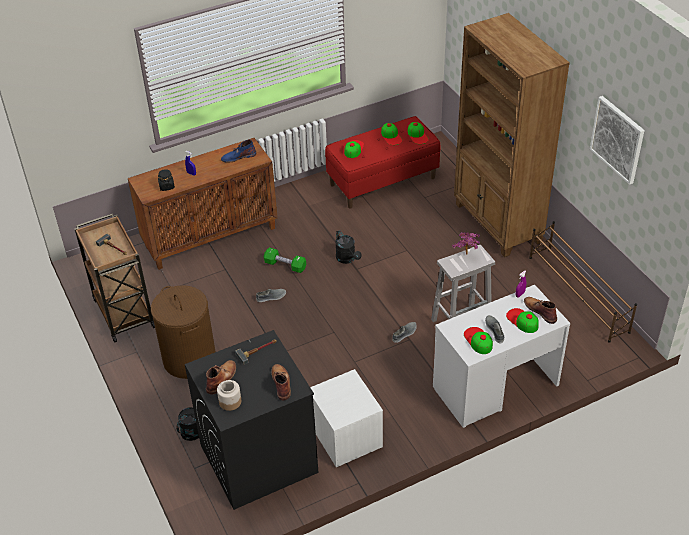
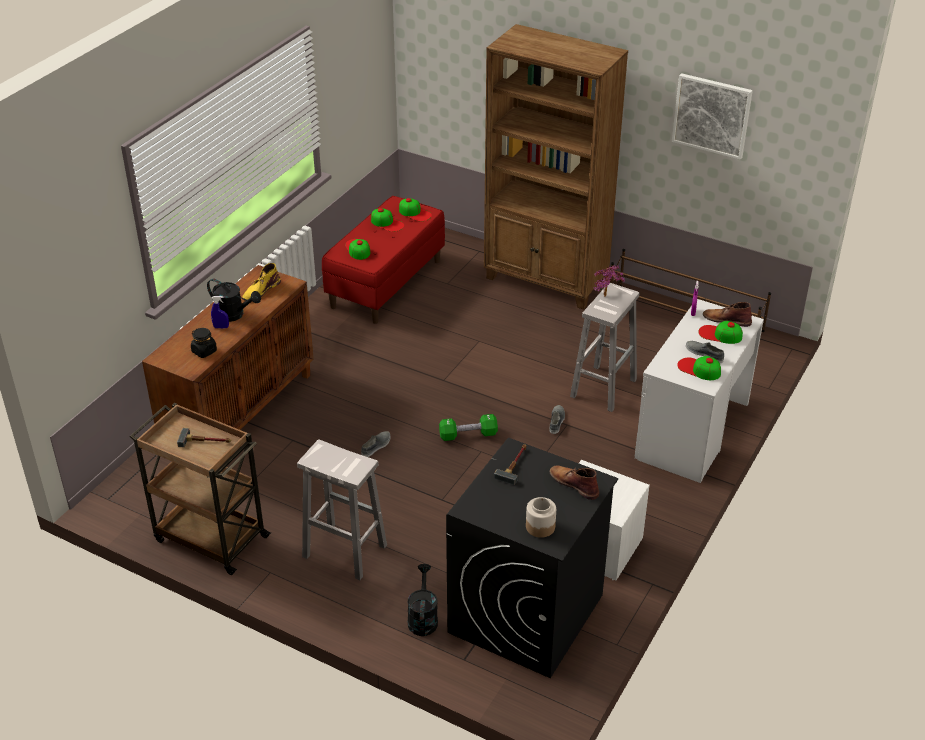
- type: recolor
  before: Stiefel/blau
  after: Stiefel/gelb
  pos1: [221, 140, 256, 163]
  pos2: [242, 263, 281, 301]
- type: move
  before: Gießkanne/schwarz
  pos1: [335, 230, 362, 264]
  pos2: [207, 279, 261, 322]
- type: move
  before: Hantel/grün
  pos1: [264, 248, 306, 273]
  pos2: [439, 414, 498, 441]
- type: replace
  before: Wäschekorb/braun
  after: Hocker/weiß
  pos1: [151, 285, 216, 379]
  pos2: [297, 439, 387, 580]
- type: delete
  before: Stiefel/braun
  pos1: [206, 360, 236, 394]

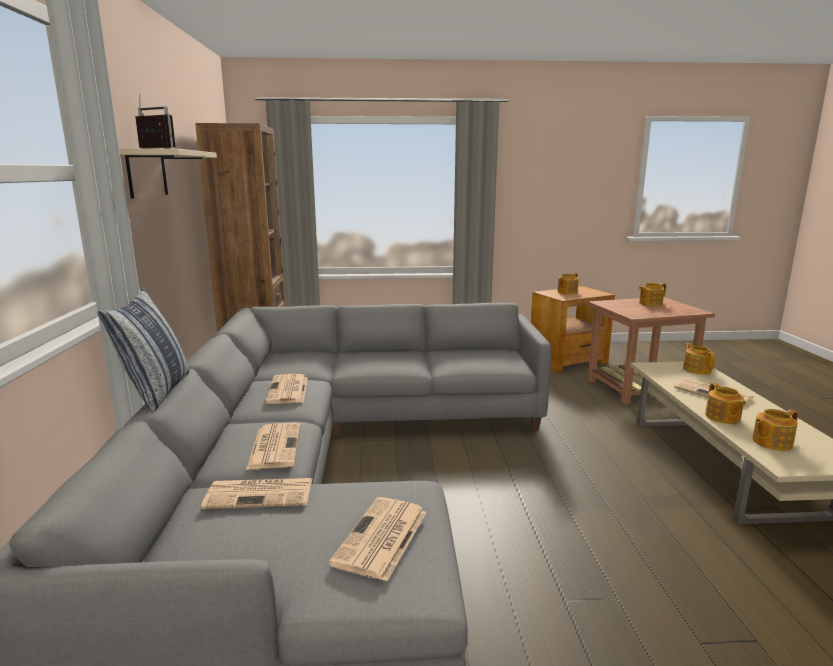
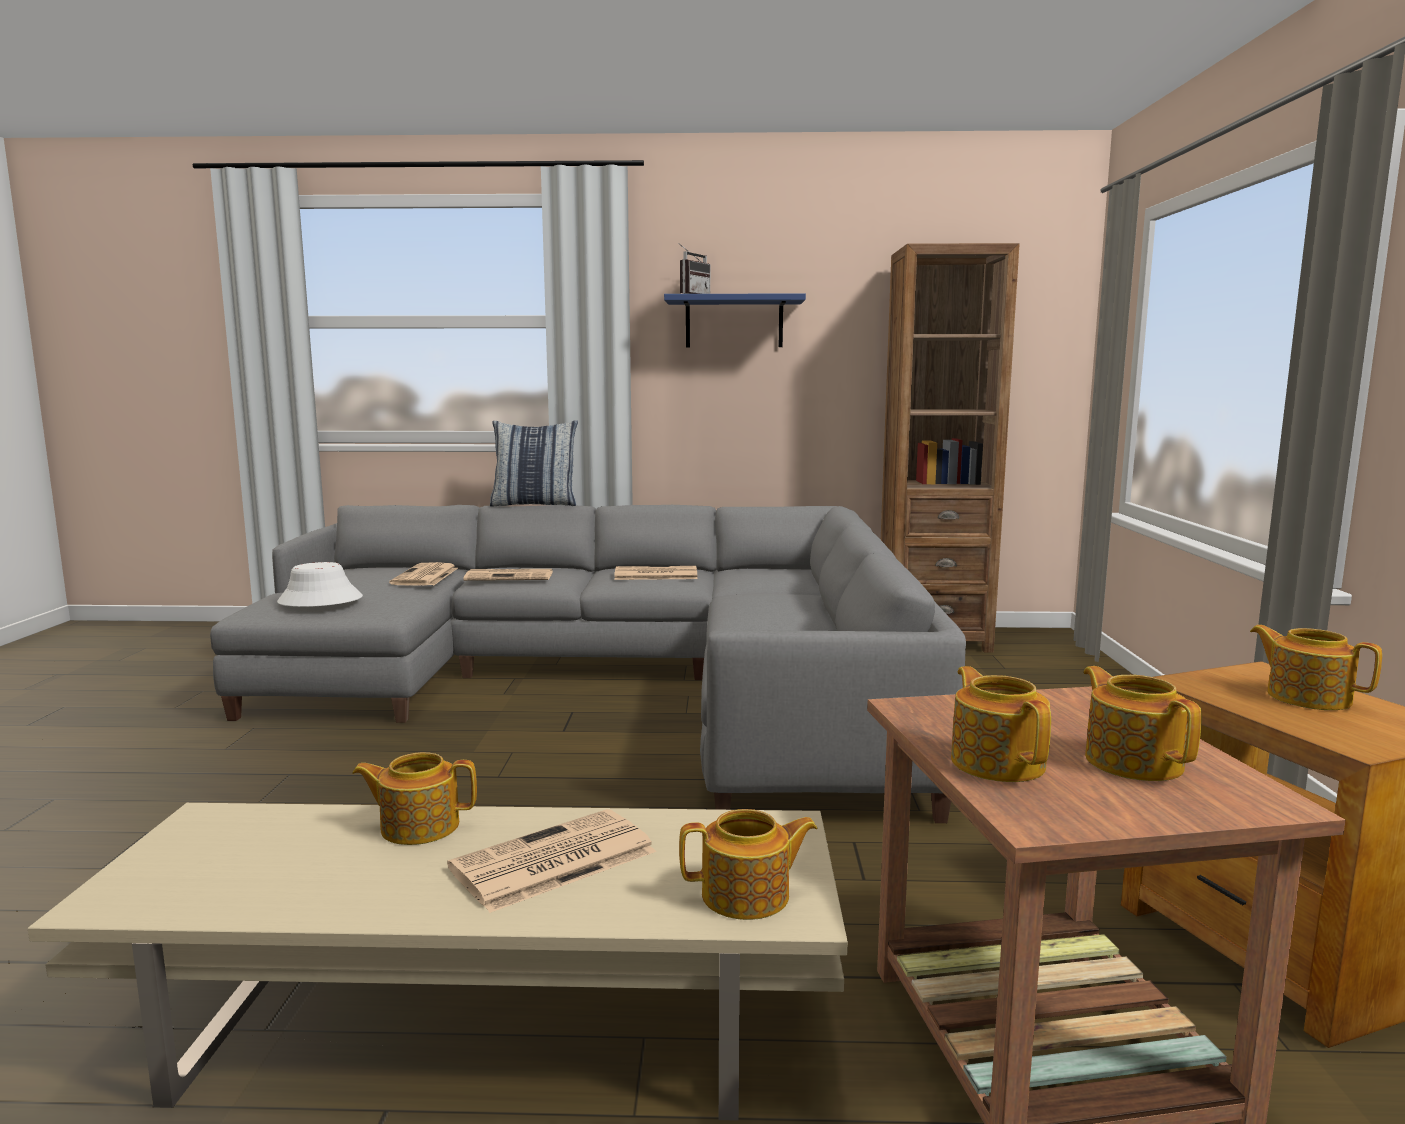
- type: recolor
  before: Wandregal/beige
  after: Wandregal/blau
  pos1: [119, 148, 217, 199]
  pos2: [664, 293, 806, 347]
- type: move
  before: Teekanne
  pos1: [752, 409, 798, 451]
  pos2: [951, 666, 1051, 782]
- type: replace
  before: Zeitung
  after: Hut/weiß
  pos1: [329, 497, 427, 581]
  pos2: [277, 562, 363, 607]

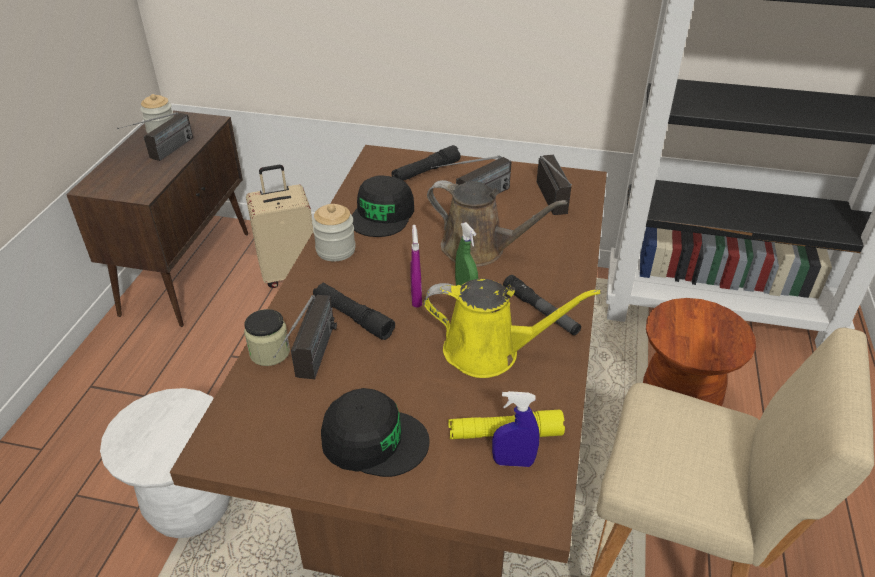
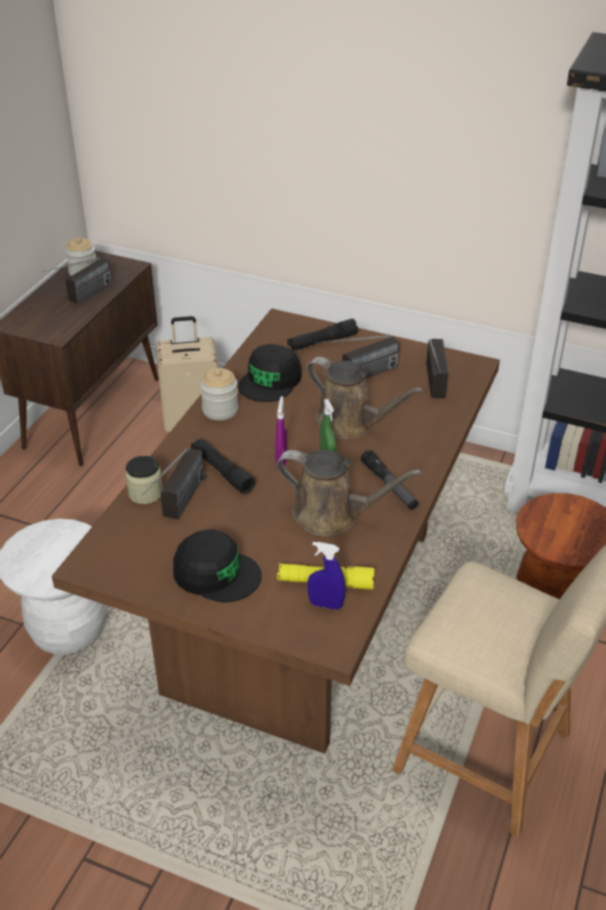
- type: recolor
  before: Gießkanne/gelb
  after: Gießkanne/braun
  pos1: [424, 279, 600, 378]
  pos2: [276, 450, 422, 536]

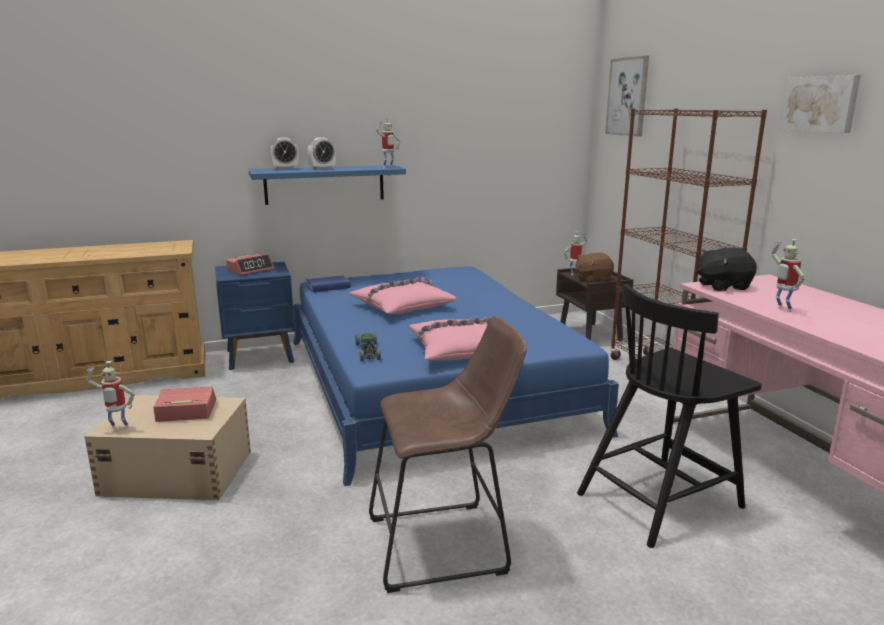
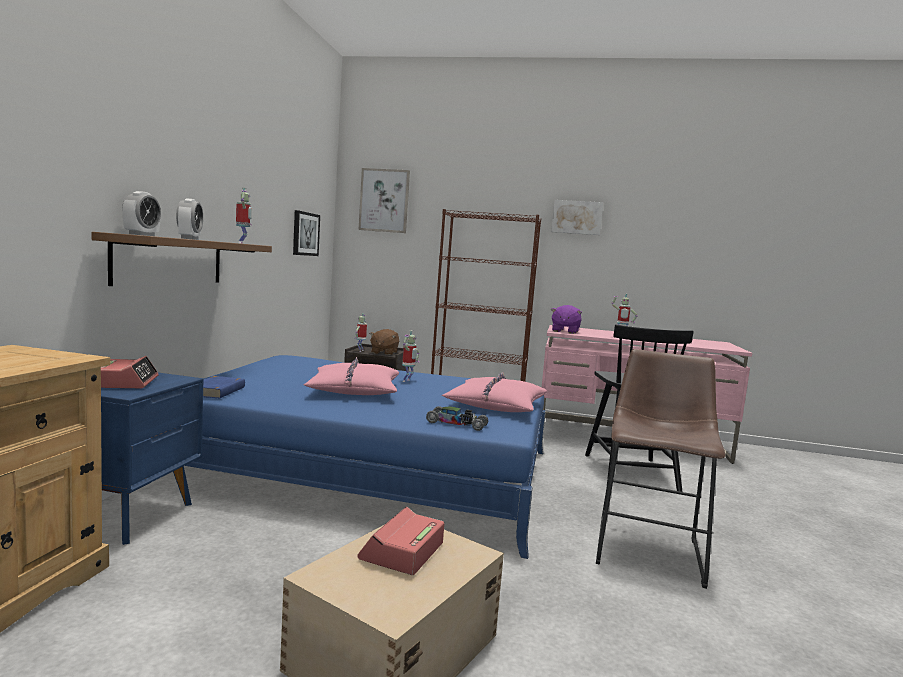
- type: recolor
  before: Wandregal/blau
  after: Wandregal/braun
  pos1: [249, 165, 406, 205]
  pos2: [92, 232, 272, 286]
- type: recolor
  before: Plüschtier/schwarz
  after: Plüschtier/lila
  pos1: [697, 248, 757, 291]
  pos2: [551, 305, 582, 334]
- type: move
  before: Spielzeugroboter
  pos1: [86, 361, 135, 429]
  pos2: [402, 330, 419, 382]
- type: insert
  after: Bild
  pos2: [293, 210, 320, 256]

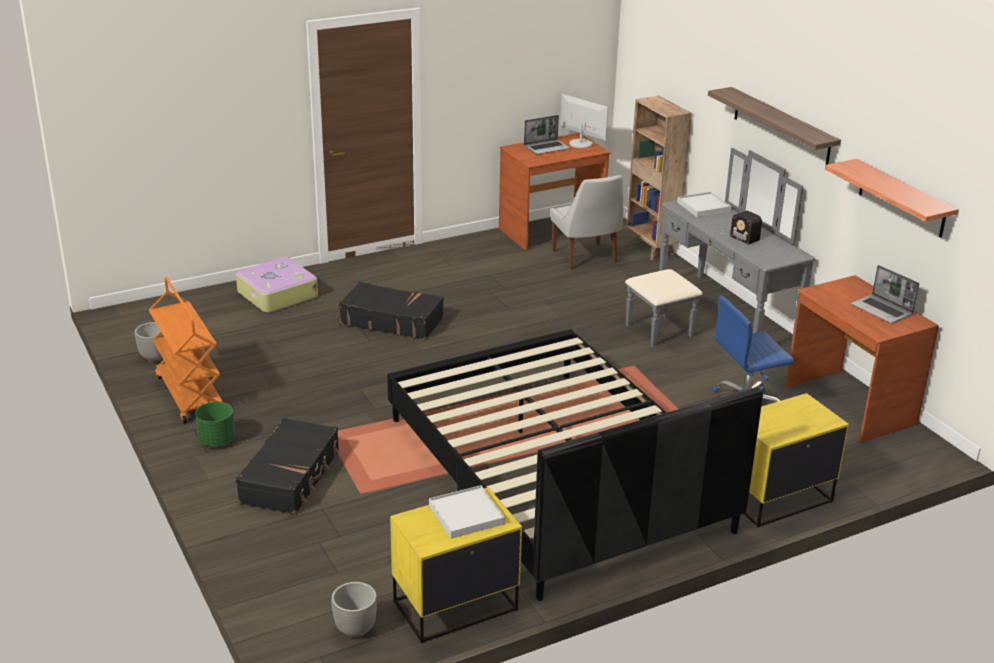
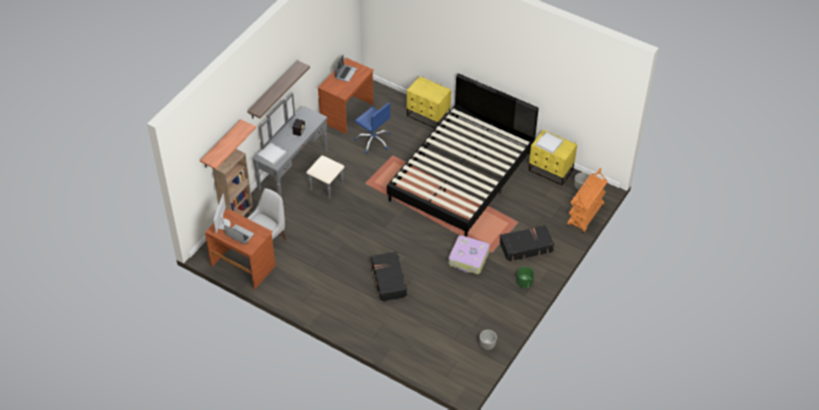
- type: move
  before: Wandregal
  pos1: [825, 159, 959, 238]
  pos2: [200, 119, 256, 169]
- type: move
  before: Koffer
  pos1: [236, 257, 318, 313]
  pos2: [448, 235, 490, 274]
- type: move
  before: Rollwagen/orange
  pos1: [149, 277, 222, 424]
  pos2: [567, 168, 608, 233]

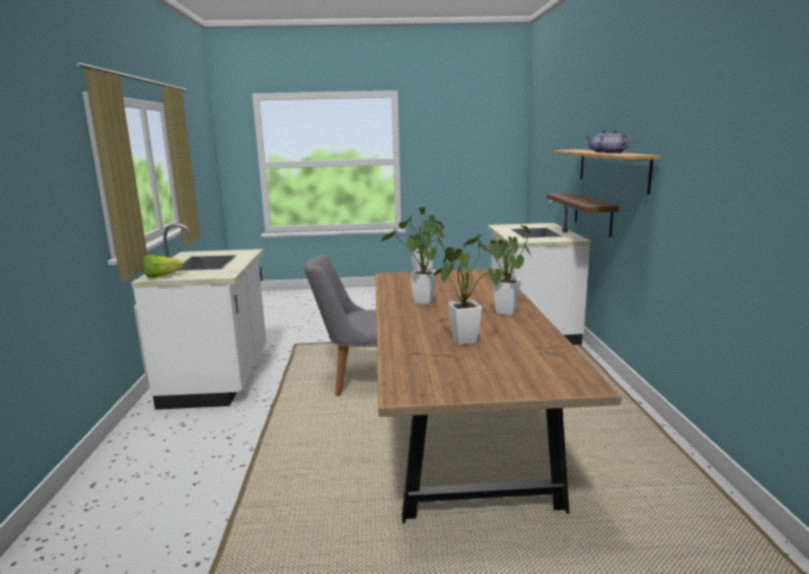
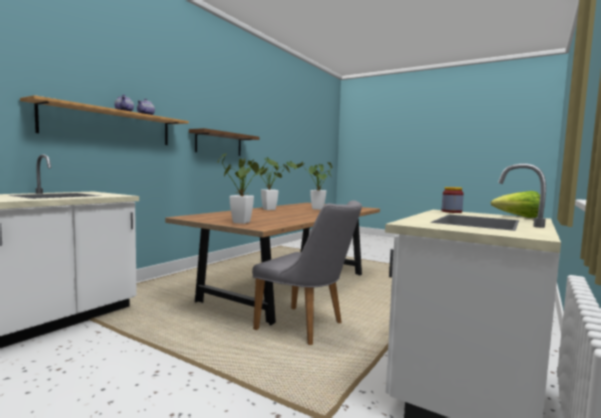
- type: move
  before: Wandregal/braun
  pos1: [546, 193, 619, 237]
  pos2: [189, 128, 259, 156]
- type: delete
  before: Topfpflanze
  pos1: [381, 220, 445, 305]
- type: insert
  after: Vorratsglas
  pos2: [441, 187, 464, 213]

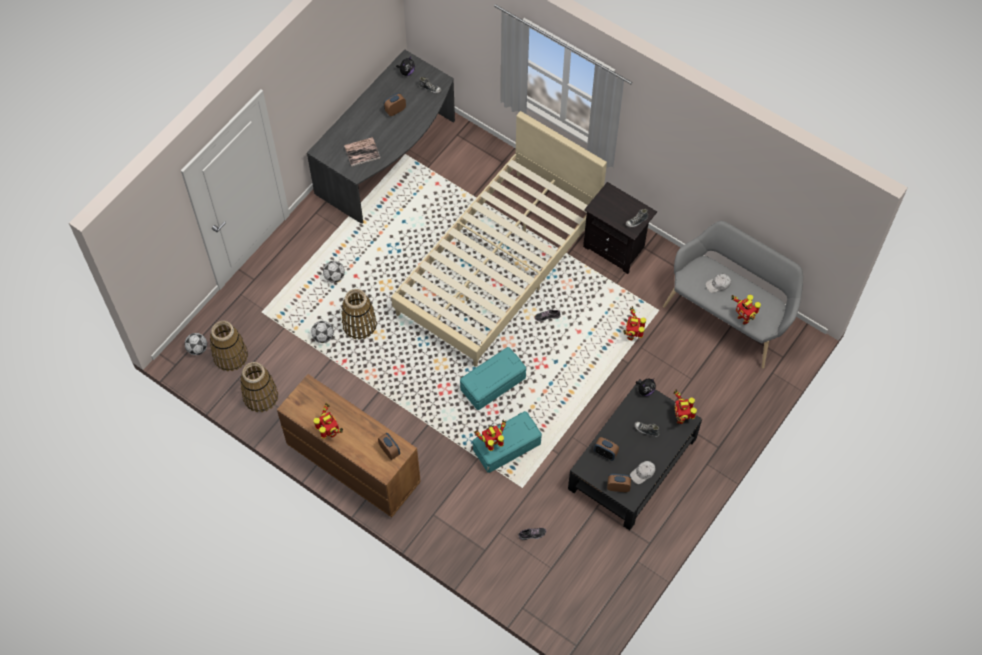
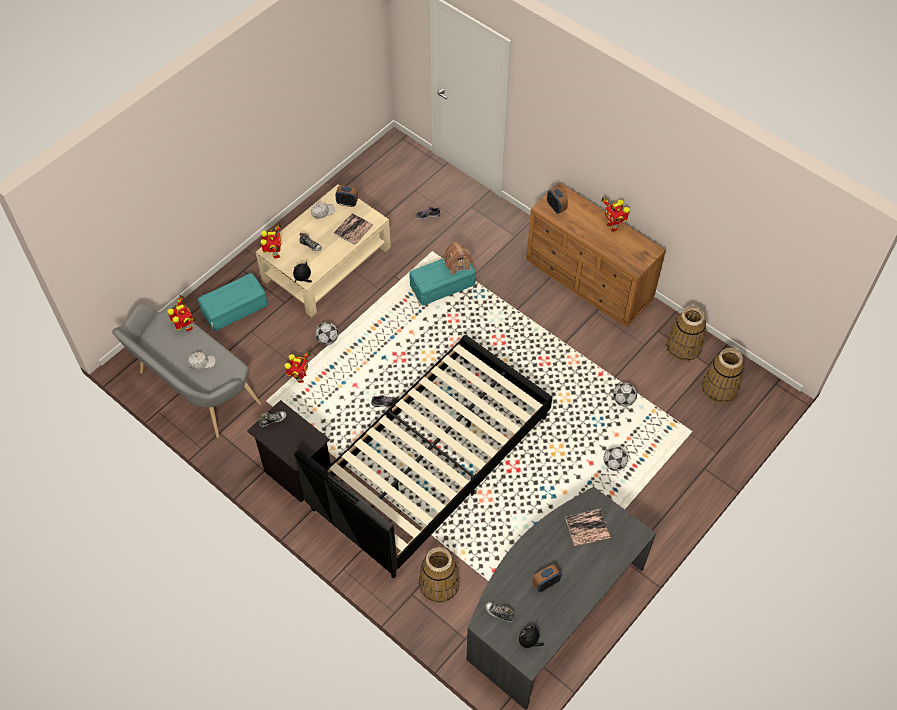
- type: recolor
  before: Bett/beige
  after: Bett/schwarz
  pos1: [391, 111, 607, 367]
  pos2: [294, 335, 552, 578]
- type: move
  before: Korb
  pos1: [341, 289, 377, 339]
  pos2: [419, 547, 460, 603]
- type: move
  before: Fußball
  pos1: [185, 333, 207, 355]
  pos2: [315, 322, 338, 345]
- type: move
  before: Aufbewahrungsbox/türkis
  pos1: [460, 347, 526, 410]
  pos2: [198, 273, 268, 331]
- type: recolor
  before: Couchtisch/schwarz
  after: Couchtisch/beige
  pos1: [568, 379, 702, 530]
  pos2: [256, 184, 391, 317]
- type: replace
  before: Spielzeugroboter
  after: Spielzeughaus
  pos1: [474, 420, 507, 451]
  pos2: [444, 242, 473, 275]
- type: replace
  before: Wecker
  after: Buch
  pos1: [594, 437, 619, 461]
  pos2: [334, 213, 373, 245]

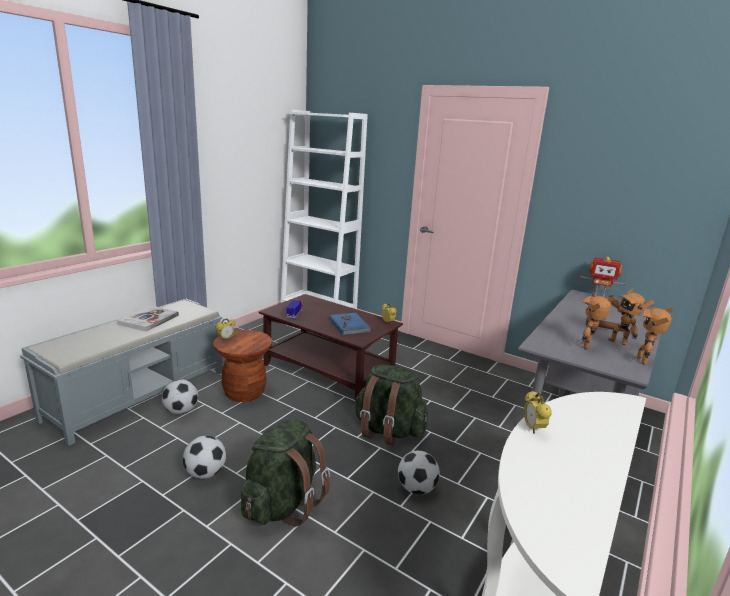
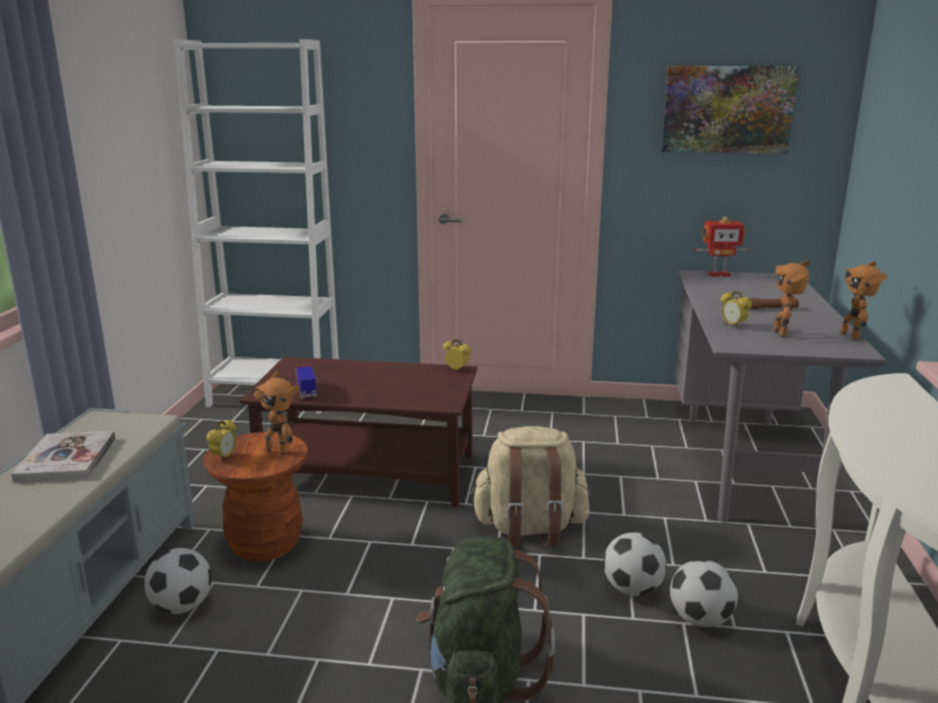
- type: move
  before: Spielzeugroboter
  pos1: [608, 289, 655, 345]
  pos2: [250, 371, 300, 454]
- type: delete
  before: Buch/blau
  pos1: [329, 313, 371, 335]
- type: recolor
  before: Rucksack/grün
  after: Rucksack/beige
  pos1: [355, 364, 428, 446]
  pos2: [469, 426, 590, 547]
- type: move
  before: Wecker
  pos1: [524, 391, 552, 434]
  pos2: [721, 291, 752, 328]
- type: move
  before: Fußball
  pos1: [183, 436, 226, 479]
  pos2: [670, 559, 738, 628]
- type: insert
  after: Bild
  pos2: [661, 66, 800, 154]

